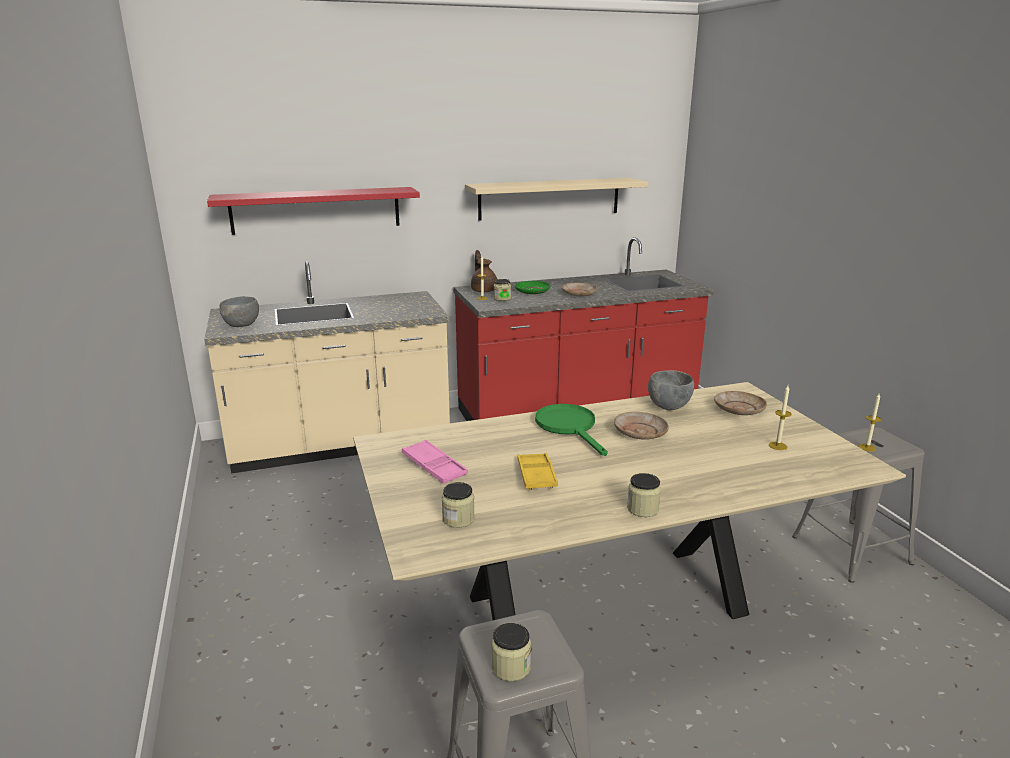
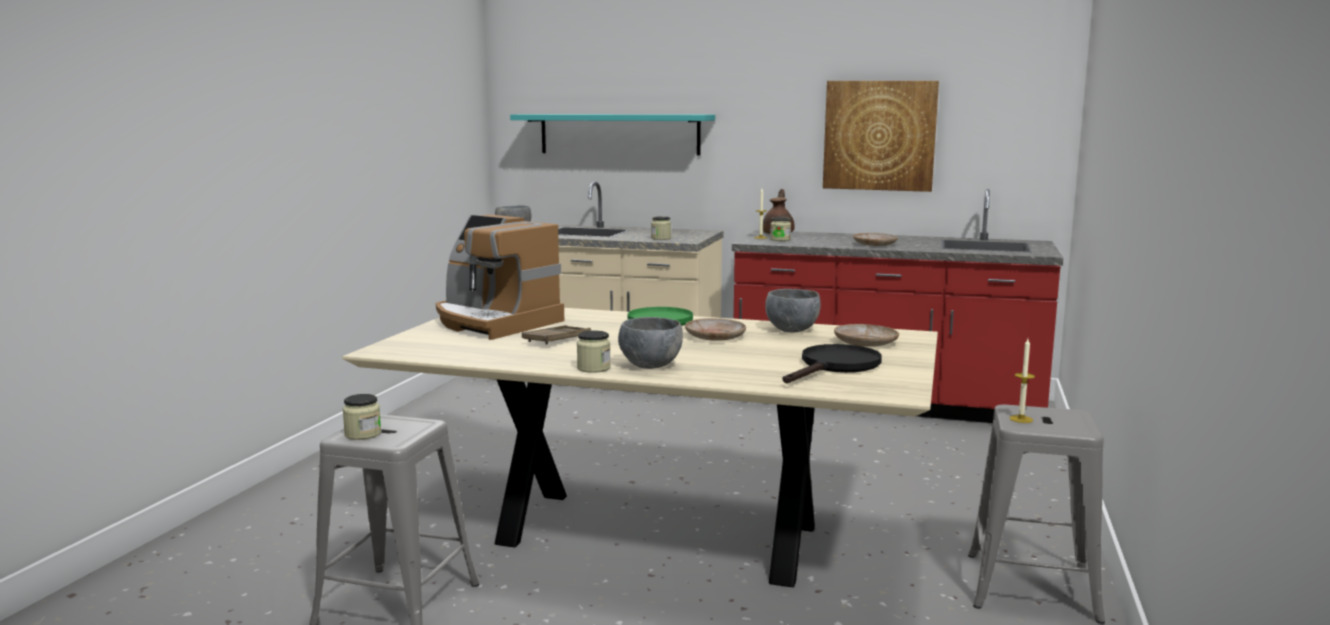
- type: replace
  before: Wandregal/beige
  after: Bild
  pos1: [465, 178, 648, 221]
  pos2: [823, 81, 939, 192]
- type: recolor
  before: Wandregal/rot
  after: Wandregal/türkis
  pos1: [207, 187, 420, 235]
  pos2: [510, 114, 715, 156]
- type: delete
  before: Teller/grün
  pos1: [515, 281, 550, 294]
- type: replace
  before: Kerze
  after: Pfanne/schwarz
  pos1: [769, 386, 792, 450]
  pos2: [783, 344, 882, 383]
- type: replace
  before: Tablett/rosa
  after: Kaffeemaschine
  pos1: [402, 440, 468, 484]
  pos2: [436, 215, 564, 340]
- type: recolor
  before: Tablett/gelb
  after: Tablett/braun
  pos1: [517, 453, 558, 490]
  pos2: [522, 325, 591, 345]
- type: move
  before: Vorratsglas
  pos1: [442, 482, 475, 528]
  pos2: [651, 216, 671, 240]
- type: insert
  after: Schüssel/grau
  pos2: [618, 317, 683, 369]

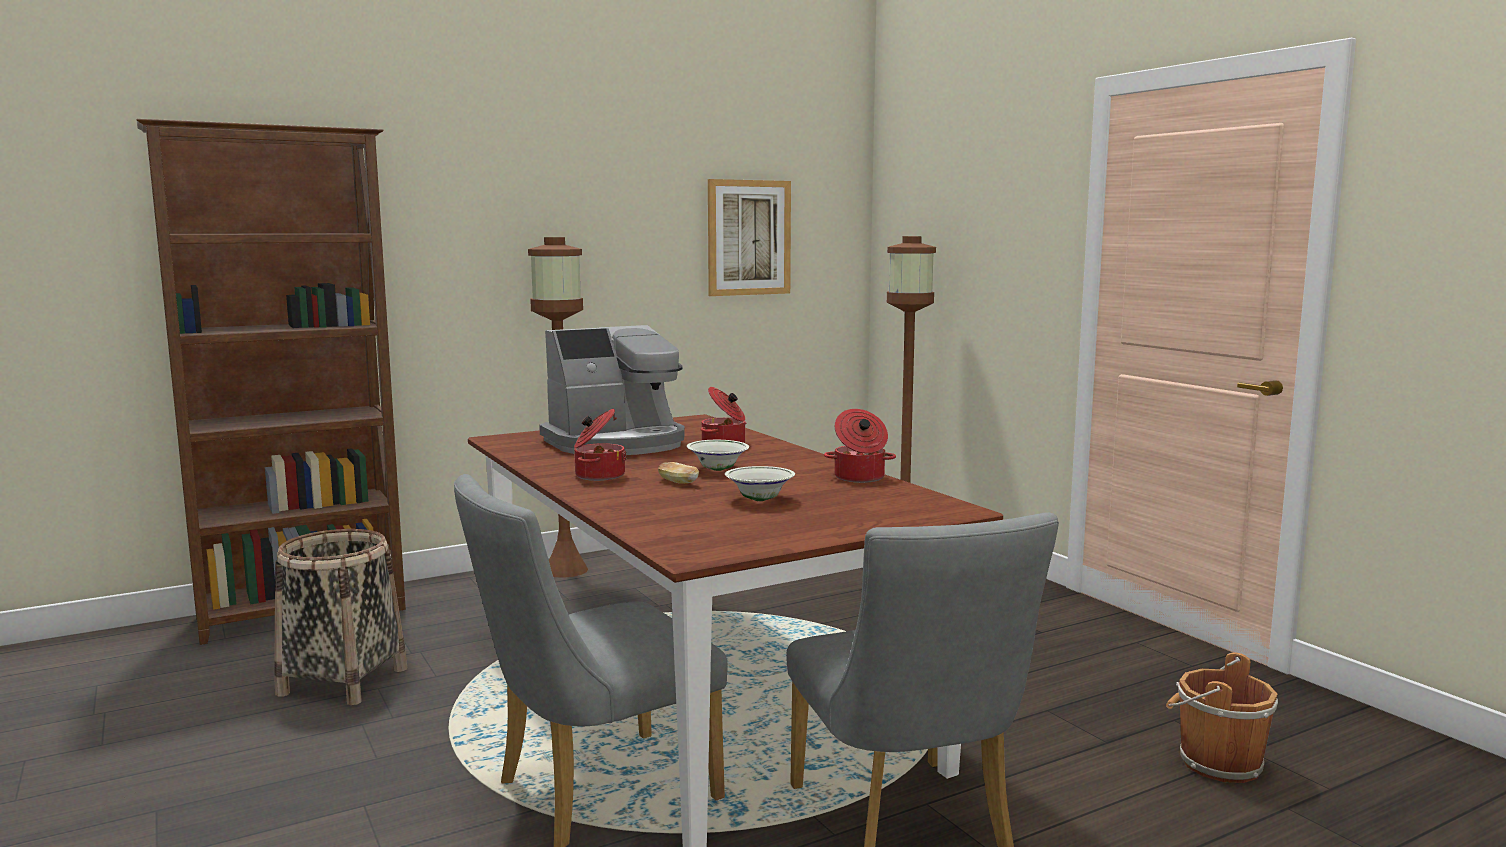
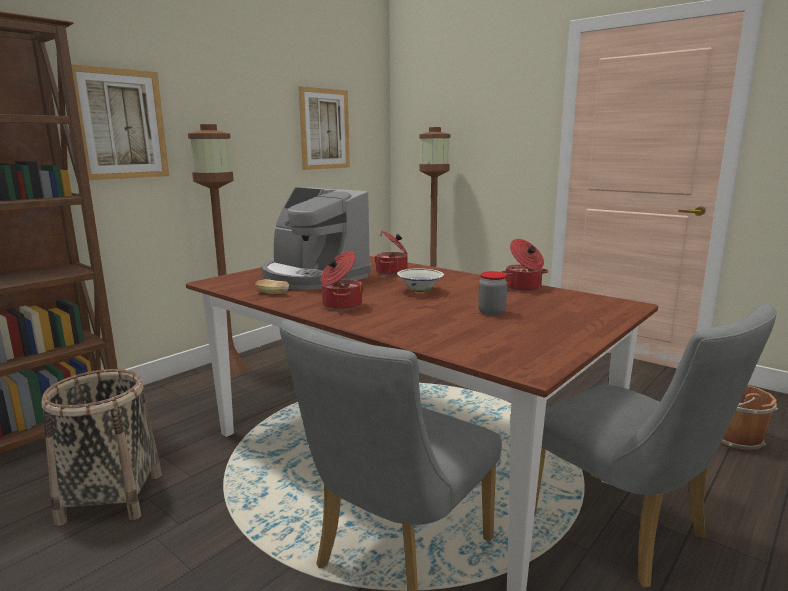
- type: rotate
  before: Kaffeemaschine
  pos1: [539, 325, 685, 455]
  pos2: [261, 187, 371, 290]
  turn: 90
- type: move
  before: Brot
  pos1: [658, 462, 699, 484]
  pos2: [255, 279, 289, 294]
- type: replace
  before: Schüssel/weiß
  after: Vorratsglas
  pos1: [725, 466, 795, 501]
  pos2: [478, 271, 507, 316]
- type: insert
  after: Bild
  pos2: [71, 64, 169, 180]

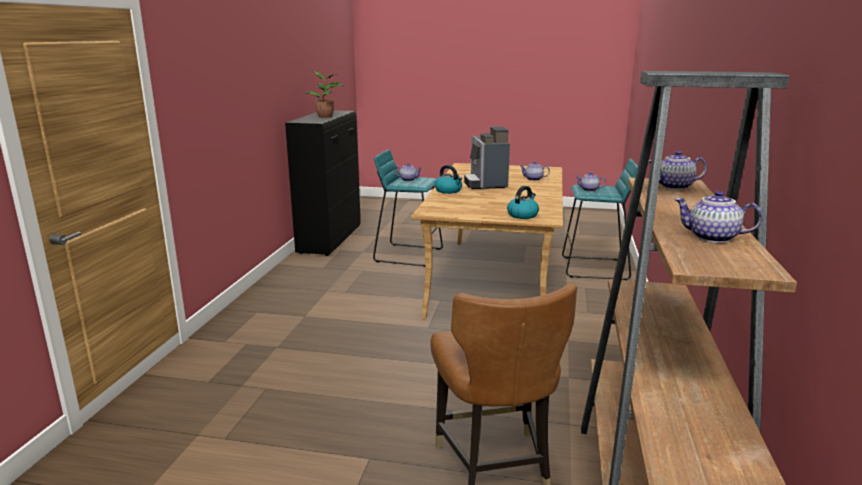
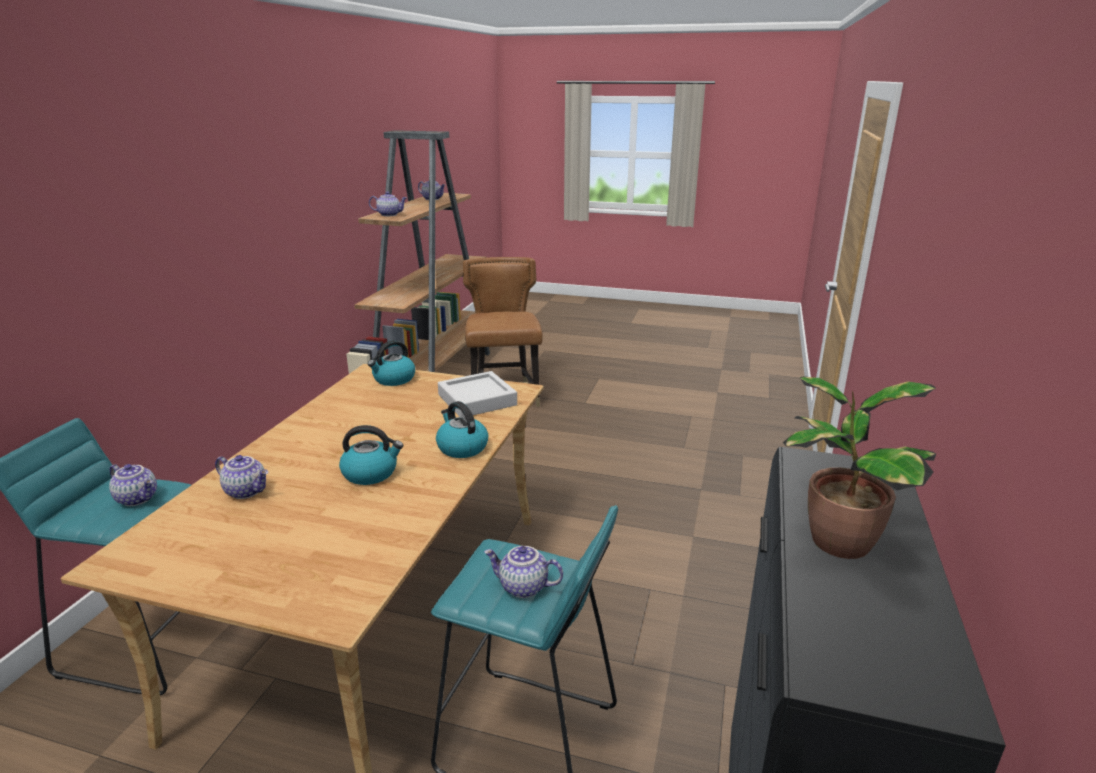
- type: replace
  before: Kaffeemaschine
  after: Wasserkessel
  pos1: [464, 126, 510, 189]
  pos2: [339, 425, 403, 485]
- type: insert
  after: Tablett/grau
  pos2: [438, 371, 517, 417]

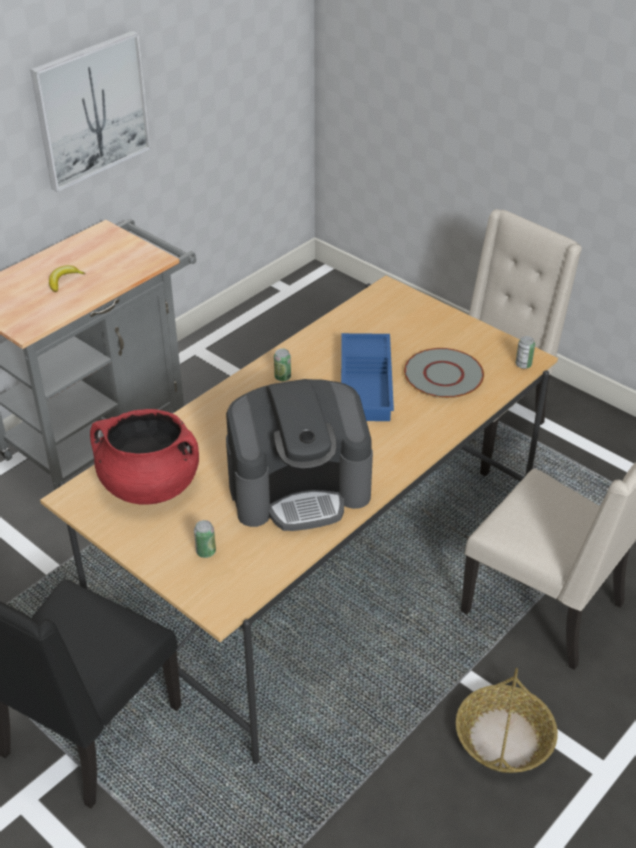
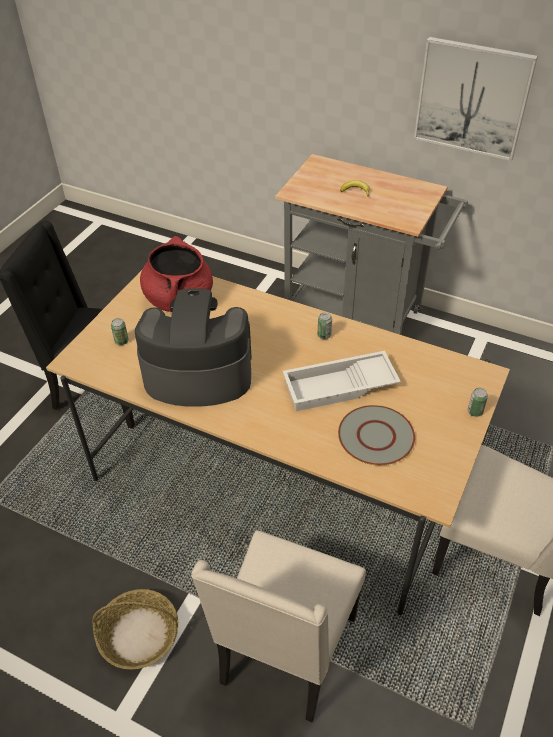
- type: recolor
  before: Tablett/blau
  after: Tablett/weiß
  pos1: [341, 333, 394, 421]
  pos2: [283, 351, 401, 411]
- type: move
  before: Dose
  pos1: [515, 336, 535, 369]
  pos2: [468, 388, 488, 417]
- type: rotate
  before: Kaffeemaschine
  pos1: [226, 379, 373, 531]
  pos2: [135, 289, 252, 406]
  turn: 120

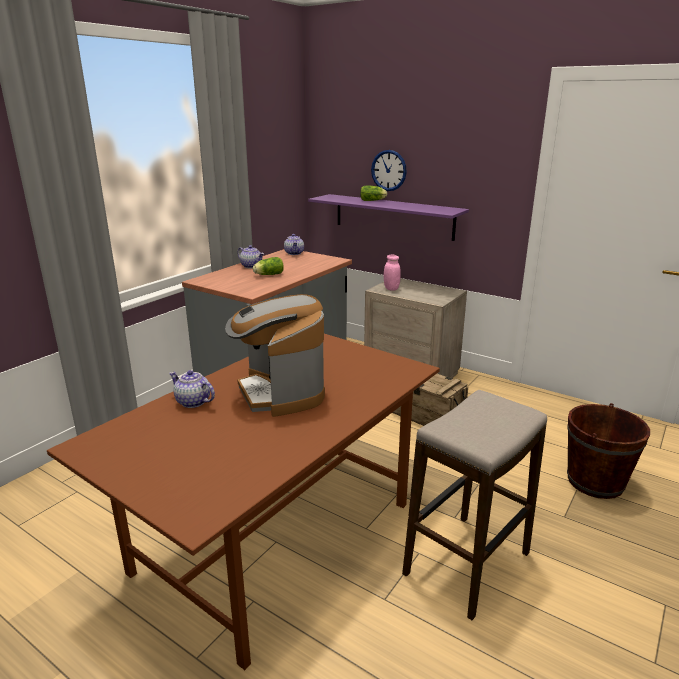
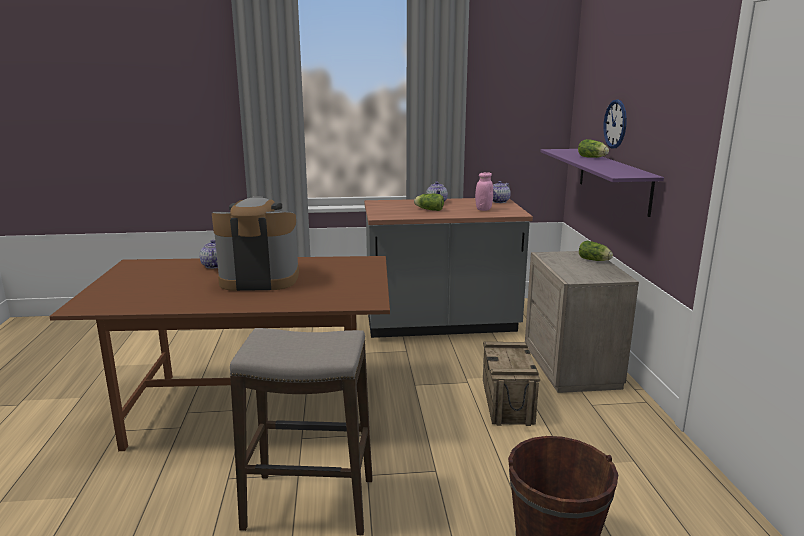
- type: move
  before: Vorratsglas/rosa
  pos1: [384, 255, 401, 291]
  pos2: [475, 172, 493, 211]
- type: rotate
  before: Kaffeemaschine
  pos1: [225, 294, 325, 417]
  pos2: [212, 196, 299, 291]
  turn: 60
- type: insert
  after: Salatkopf
  pos2: [579, 241, 613, 261]

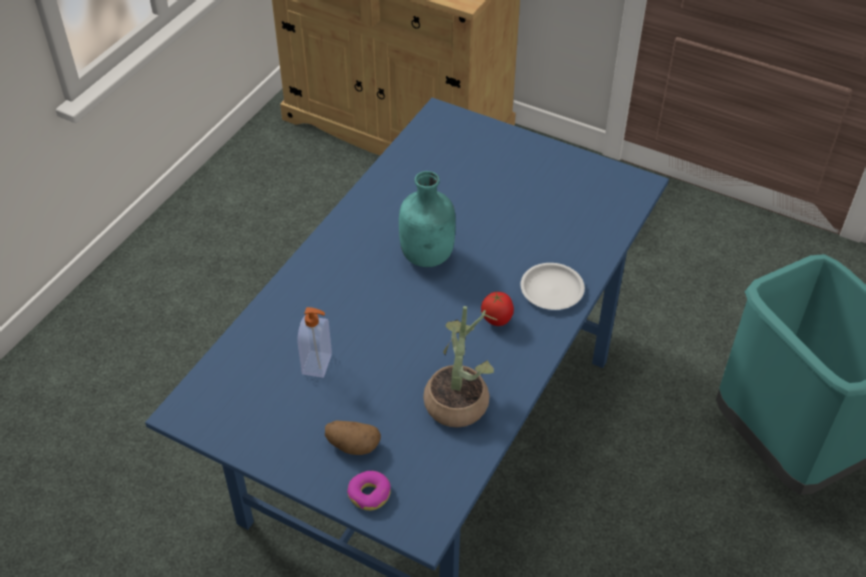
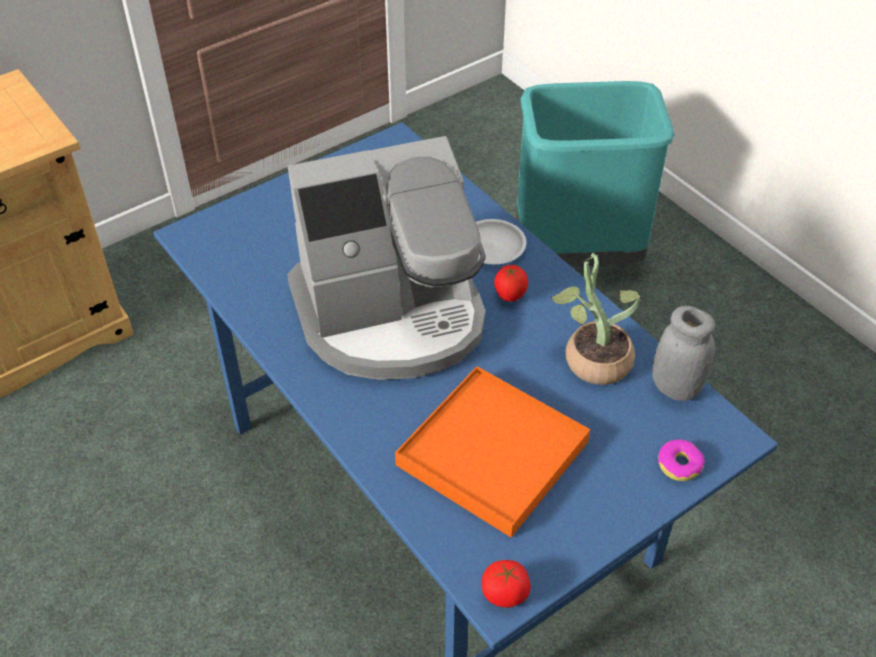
- type: replace
  before: Flasche/türkis
  after: Kaffeemaschine
  pos1: [399, 171, 456, 267]
  pos2: [287, 136, 486, 380]
- type: replace
  before: Seifenspender
  after: Tablett/orange
  pos1: [297, 307, 332, 378]
  pos2: [395, 366, 590, 537]
- type: delete
  before: Kartoffel
  pos1: [325, 421, 381, 455]
- type: insert
  after: Vorratsglas/grau
  pos2: [652, 306, 715, 401]
- type: insert
  after: Tomate
  pos2: [482, 560, 531, 608]

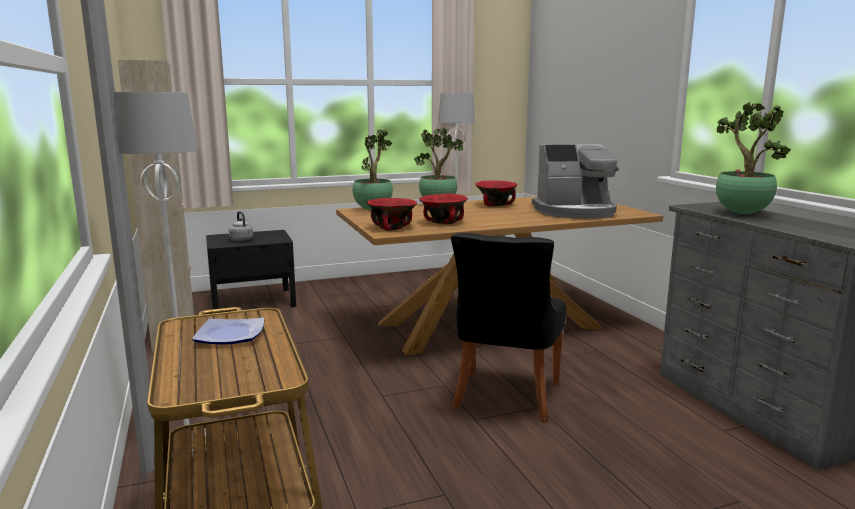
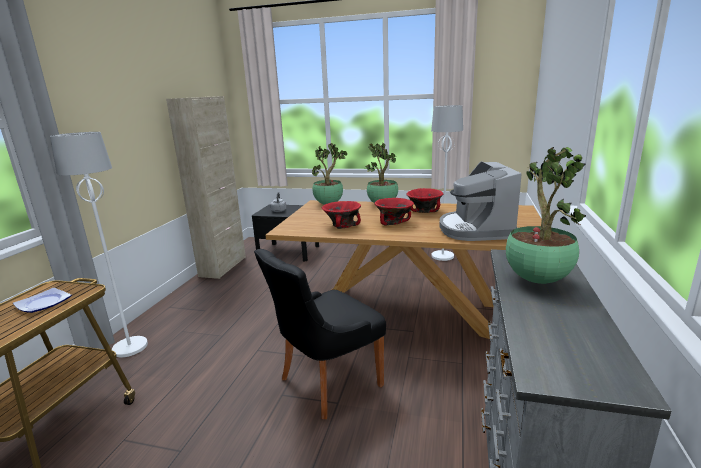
- type: rotate
  before: Kaffeemaschine
  pos1: [532, 144, 619, 219]
  pos2: [439, 161, 522, 241]
  turn: 60
- type: move
  before: Schüssel/rot
  pos1: [367, 198, 417, 231]
  pos2: [374, 198, 414, 226]

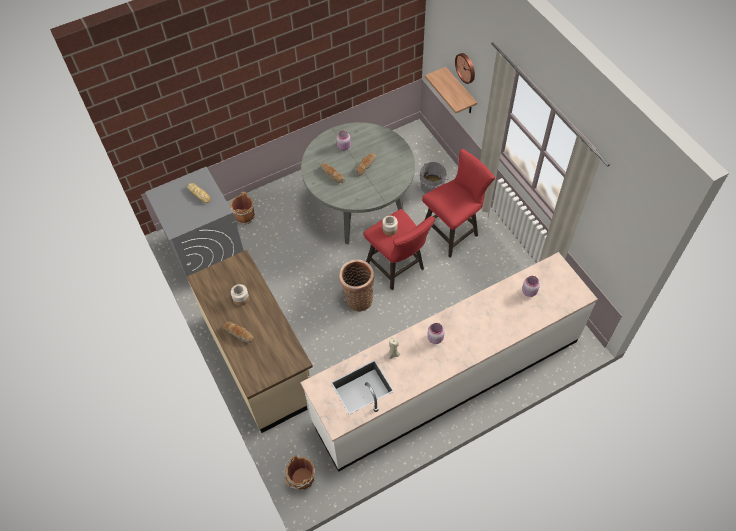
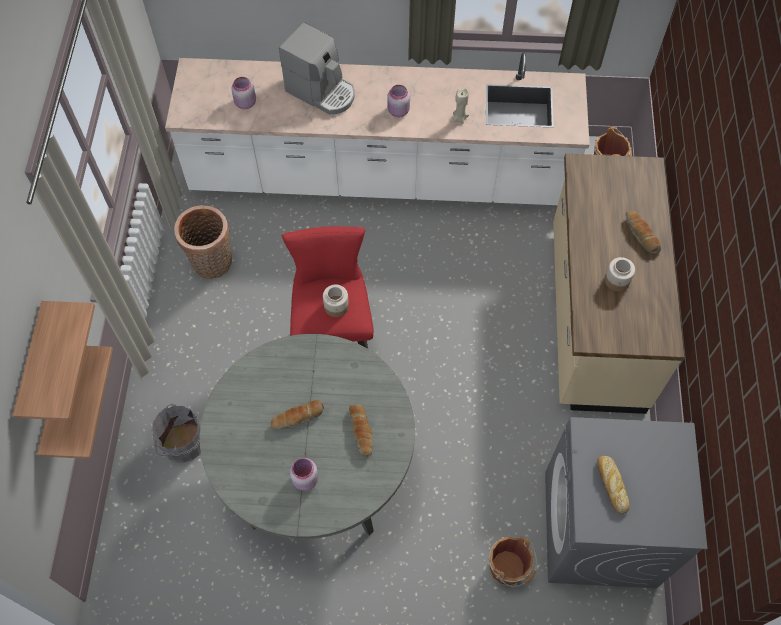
- type: replace
  before: Wanduhr
  after: Wandregal
  pos1: [455, 53, 475, 84]
  pos2: [12, 301, 95, 420]
- type: delete
  before: Hocker/rot
  pos1: [422, 149, 495, 257]
- type: move
  before: Korb
  pos1: [339, 259, 374, 312]
  pos2: [174, 205, 232, 279]
- type: insert
  after: Kaffeemaschine
  pos2: [279, 22, 355, 114]

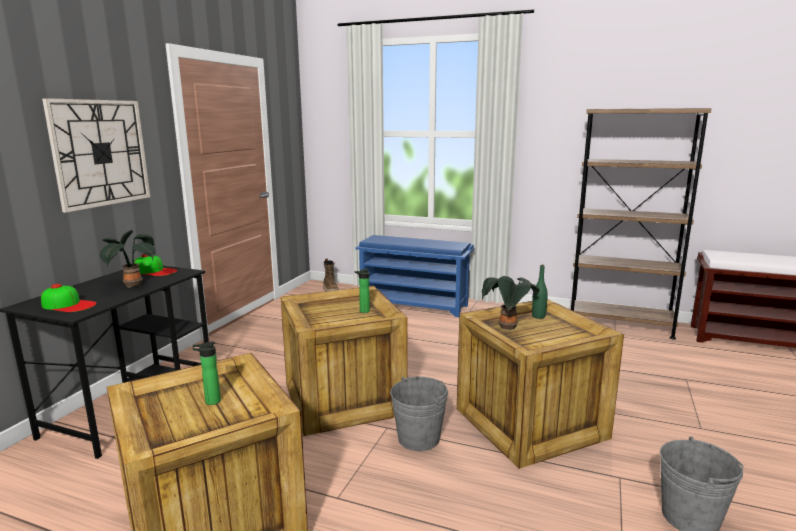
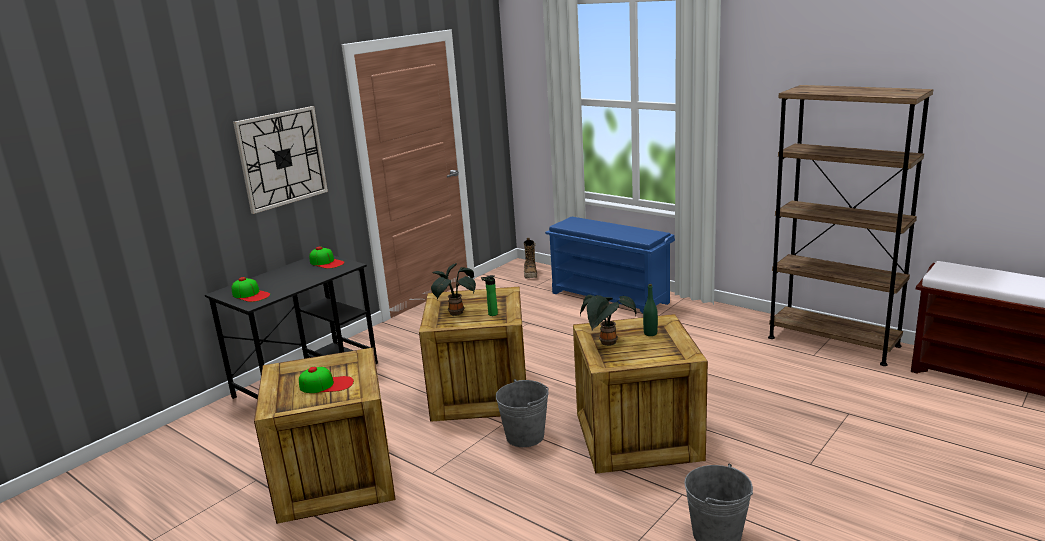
- type: move
  before: Topfpflanze
  pos1: [99, 230, 155, 288]
  pos2: [431, 263, 476, 316]
- type: replace
  before: Flasche
  after: Kappe
  pos1: [193, 341, 221, 405]
  pos2: [299, 367, 354, 393]

